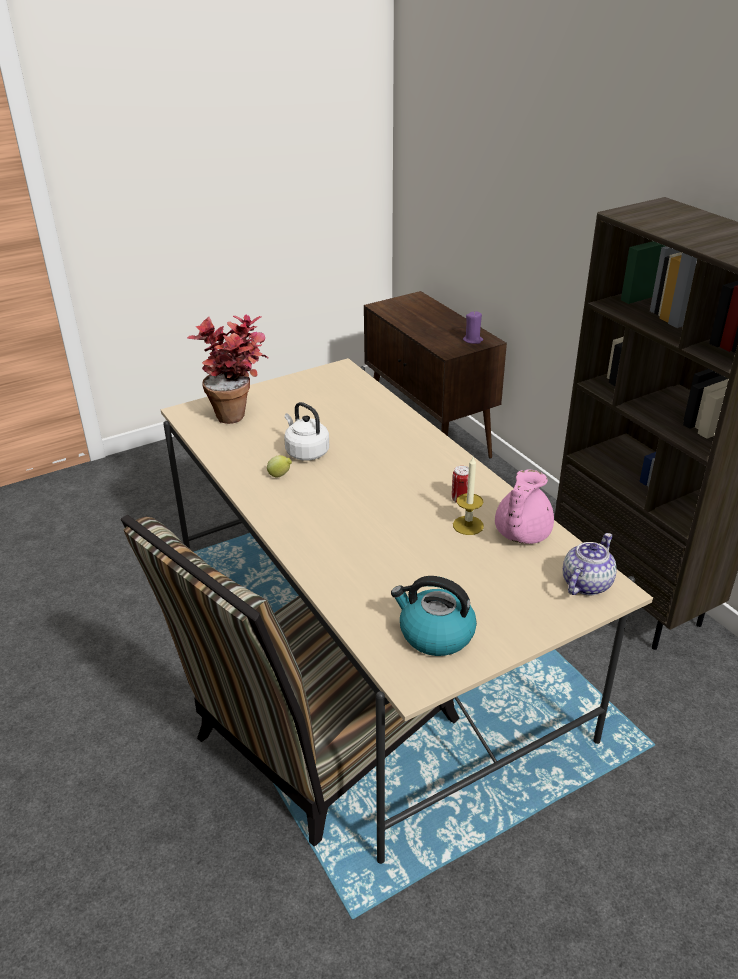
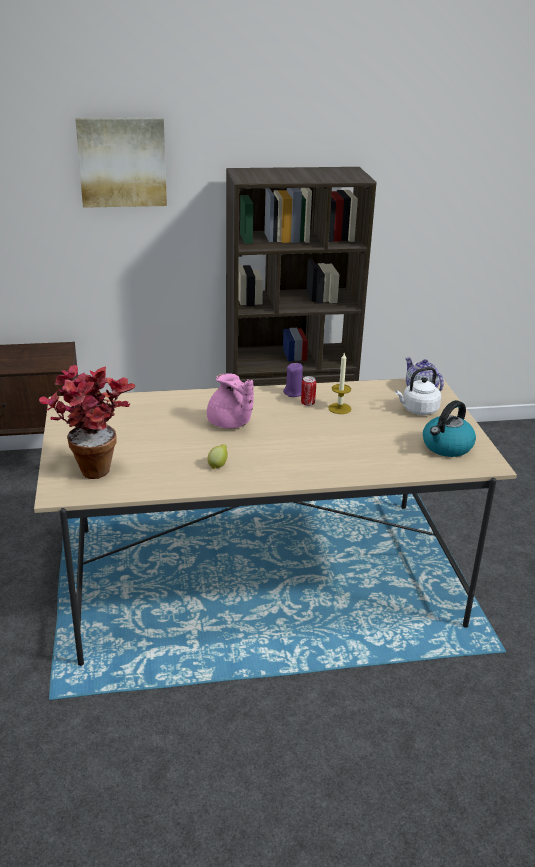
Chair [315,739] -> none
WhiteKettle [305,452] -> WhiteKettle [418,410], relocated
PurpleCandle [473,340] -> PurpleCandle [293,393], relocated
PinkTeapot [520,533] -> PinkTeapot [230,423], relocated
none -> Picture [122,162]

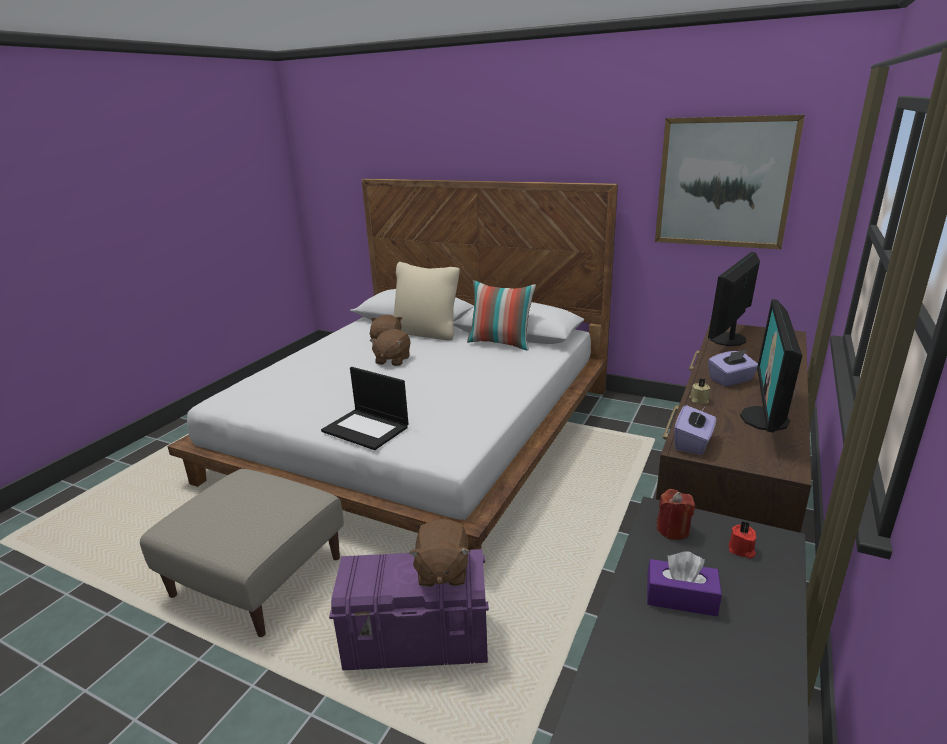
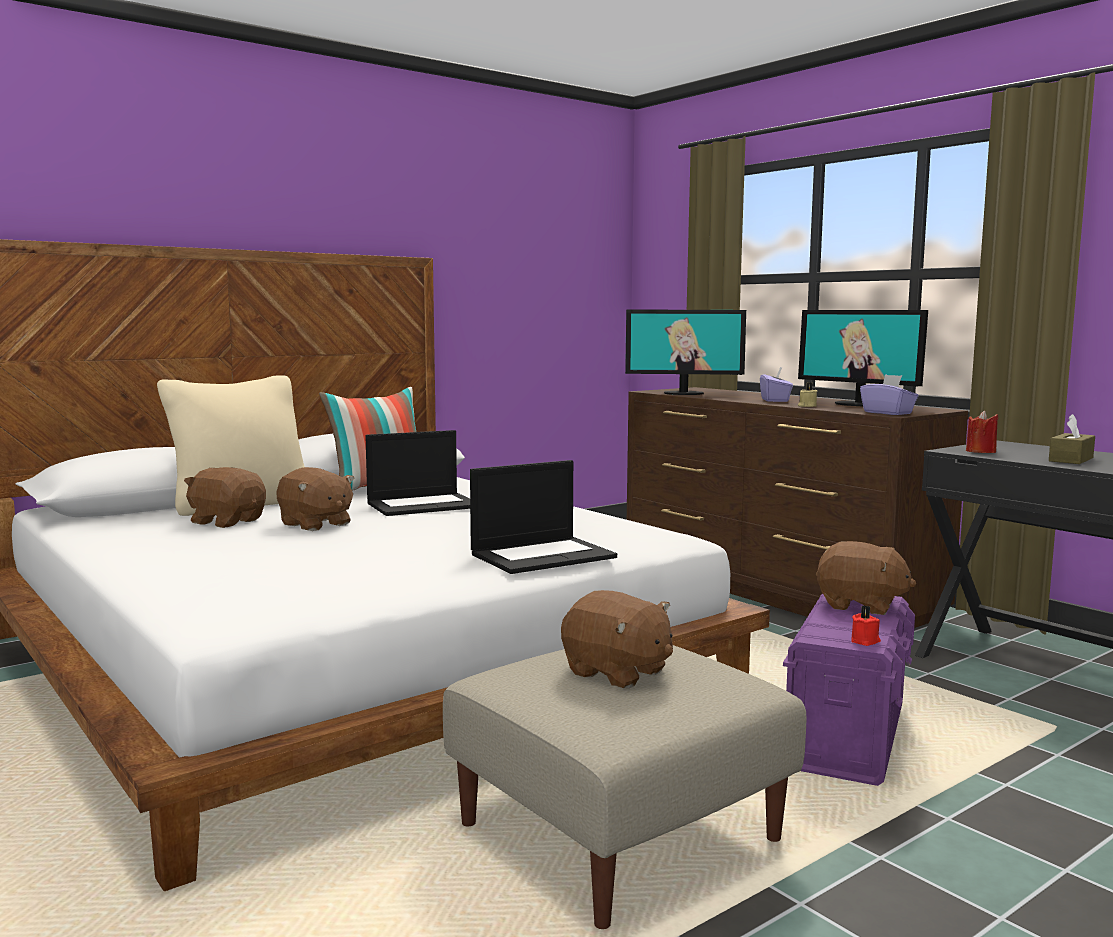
PurpleTissueBox [681,598] -> BrownTissueBox [1071,459]
Picture [724,183] -> none
Monitor [728,339] -> Monitor [683,393], 60 degrees counterclockwise
RedCandle [741,550] -> RedCandle [865,641], relocated
none -> Laptop [423,505]
none -> BrownPlushToy [617,673]

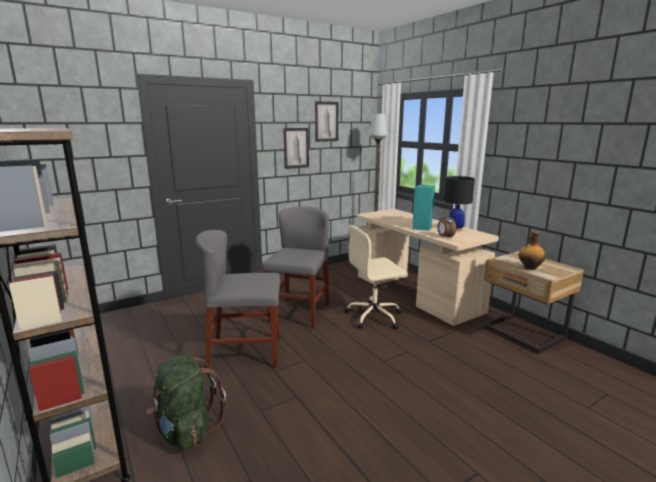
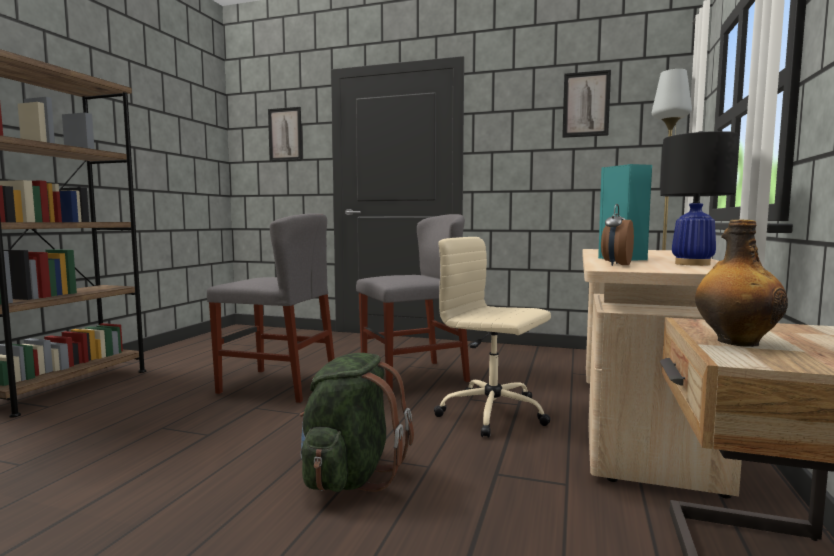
GreenBackpack [186,431] -> GreenBackpack [350,476], relocated
GreyChair [245,353] -> GreyChair [278,385], 150 degrees clockwise
Picture [296,148] -> Picture [285,134], relocated

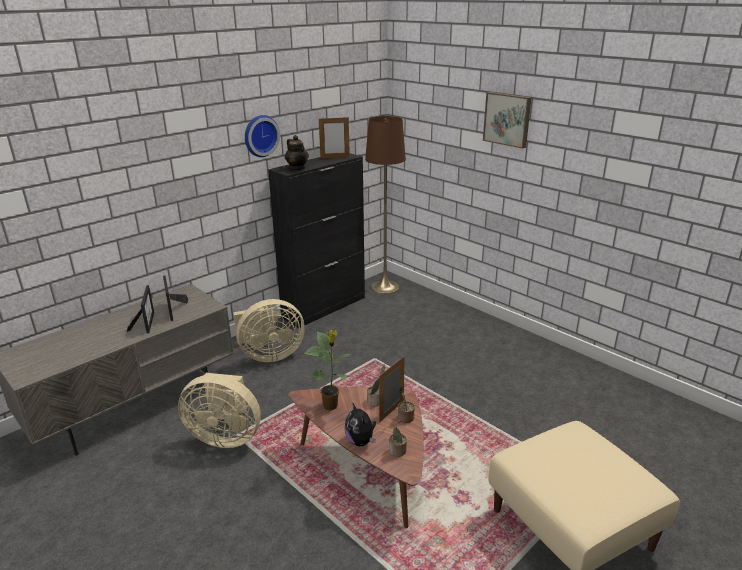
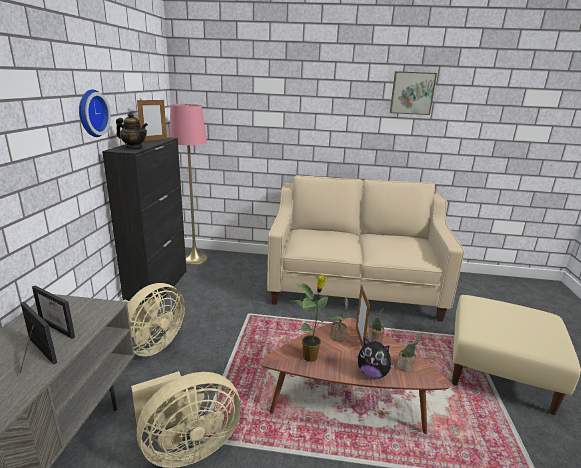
BrownFloorLamp [385,287] -> PinkFloorLamp [195,259]
Picture [507,119] -> Picture [412,93], relocated
none -> BeigeSofa [354,286]

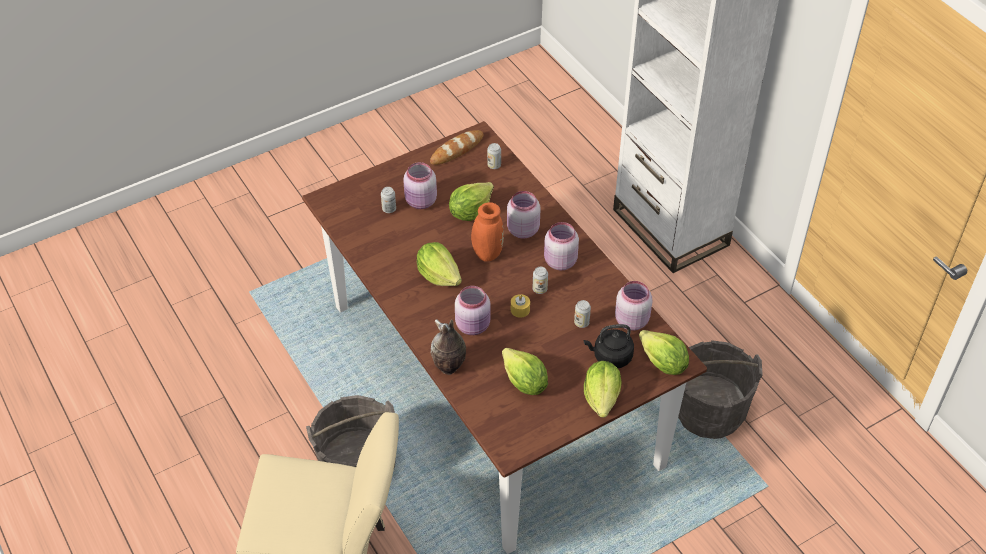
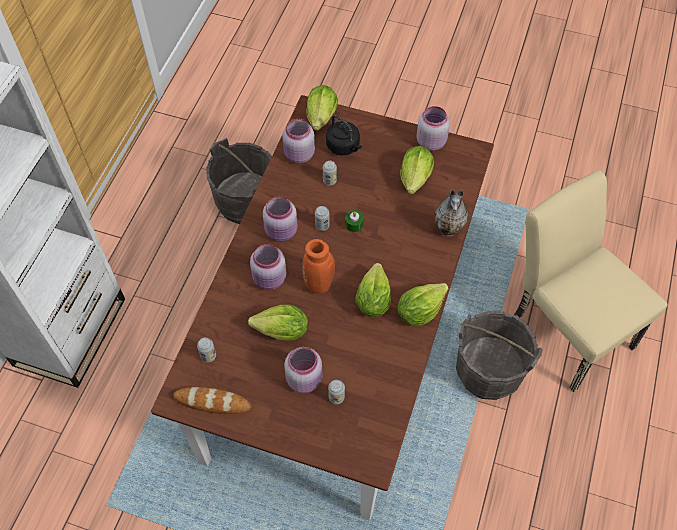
PinkJar [474,326] -> PinkJar [430,141], relocated
YellowCandle [520,310] -> GreenCandle [354,224]
Lettuce [602,398] -> Lettuce [419,311], relocated

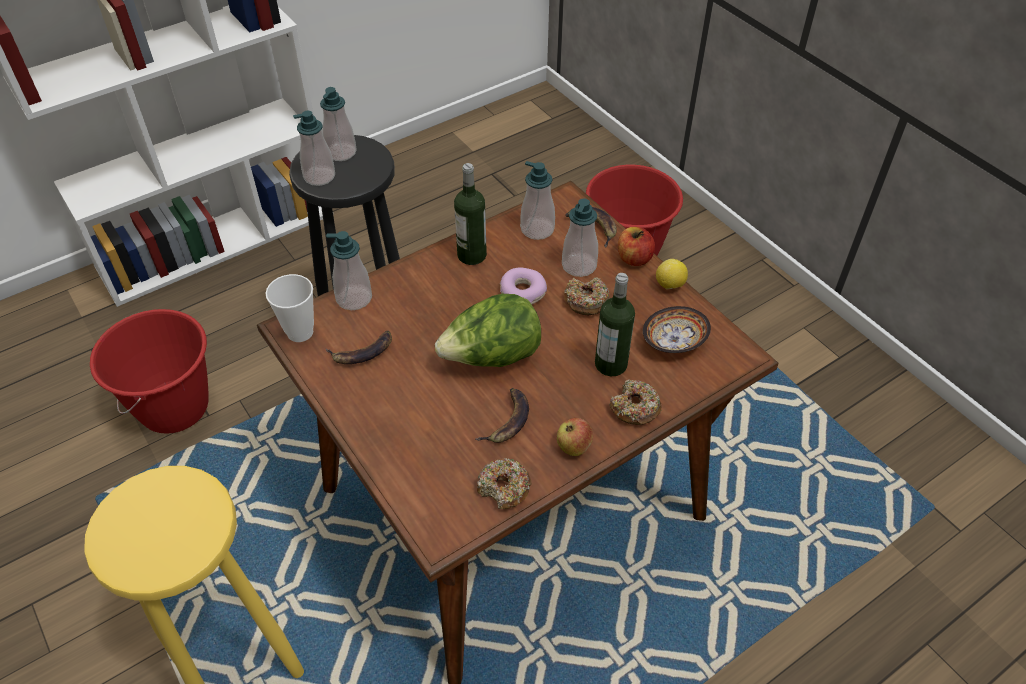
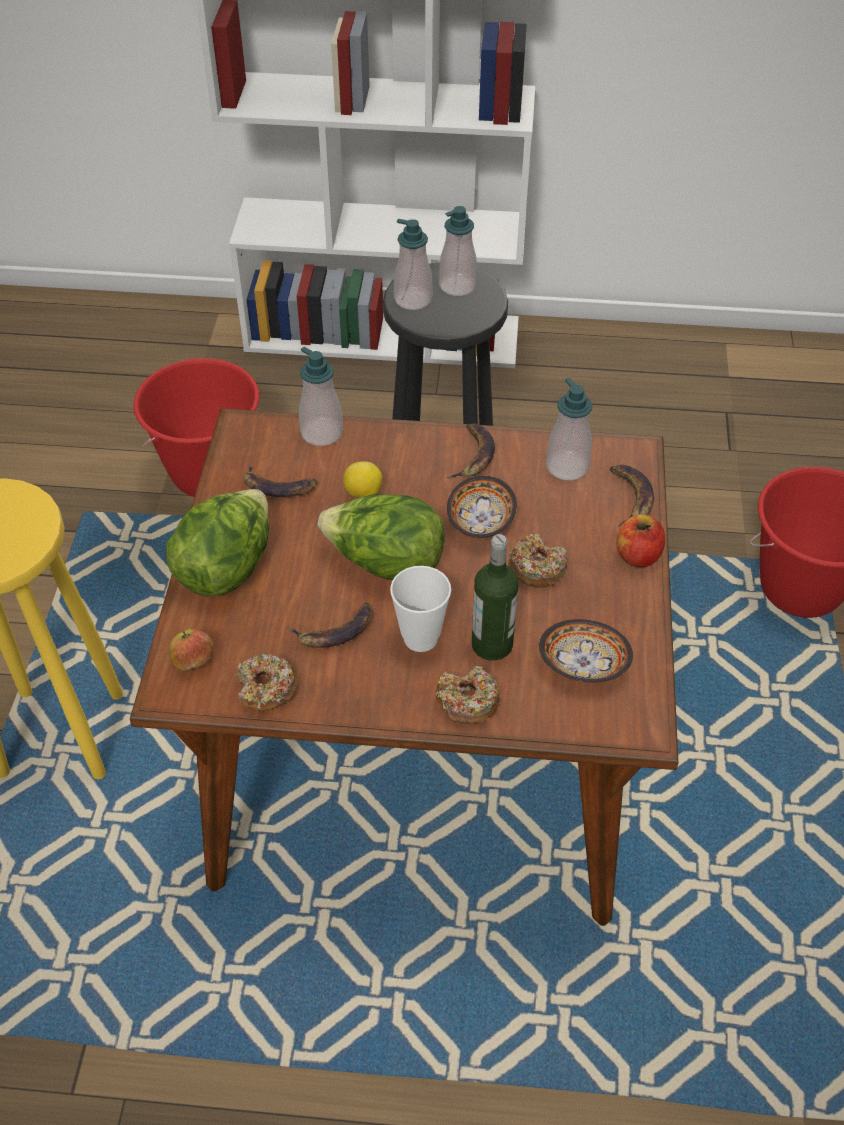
Cup [300,332] -> Cup [420,638], relocated
Bottle [472,255] -> Banana [473,455]
Donut [522,292] -> Bowl [482,520]
Apple [573,446] -> Apple [194,662], relocated
SoapDispenser [579,265] -> none
Lemon [669,285] -> Lemon [363,493], relocated
none -> Lettuce [226,567]

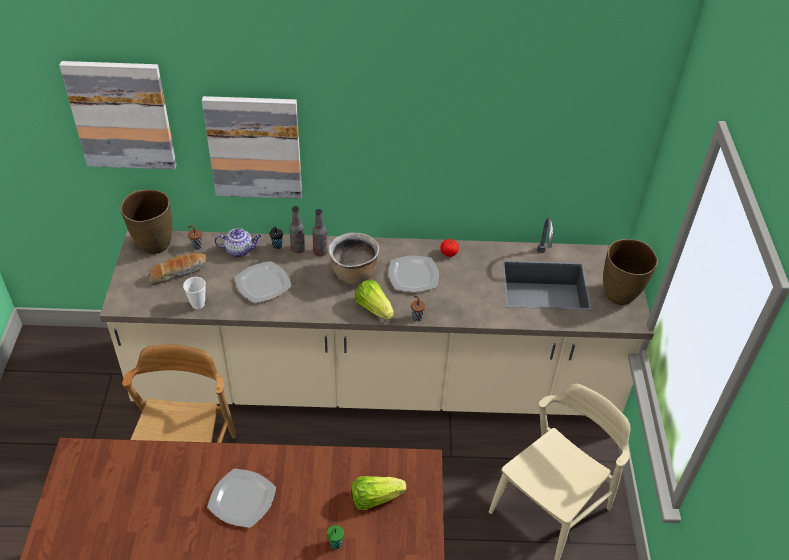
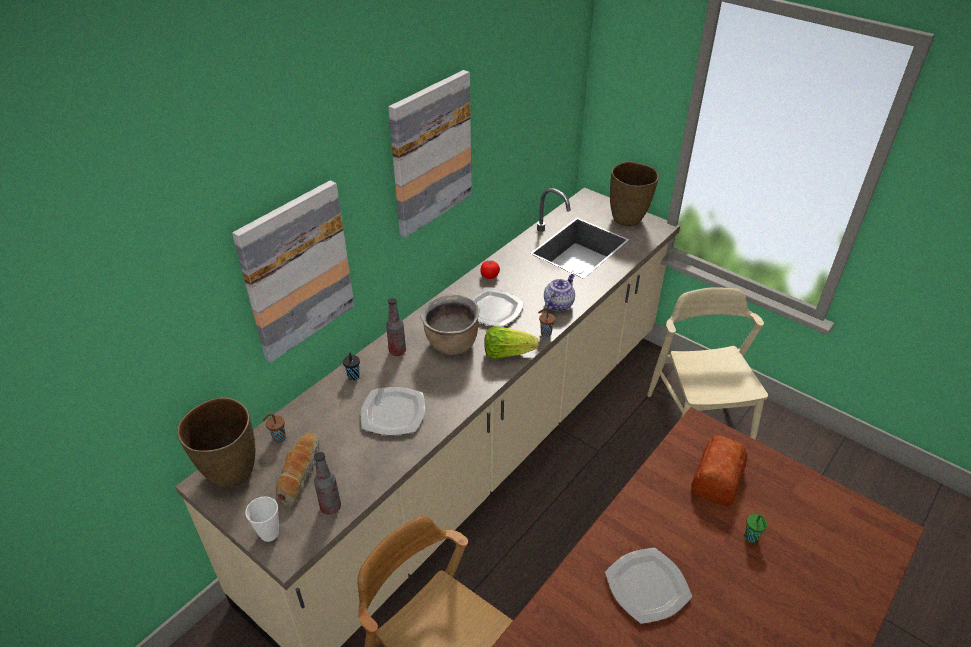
Picture [121,115] -> Picture [430,153], relocated
Cup [198,304] -> Cup [269,534], relocated
Teapot [240,250] -> Teapot [558,304], relocated
Bottle [298,249] -> Bottle [330,507], relocated
Lettuce [375,498] -> Bread [715,479]

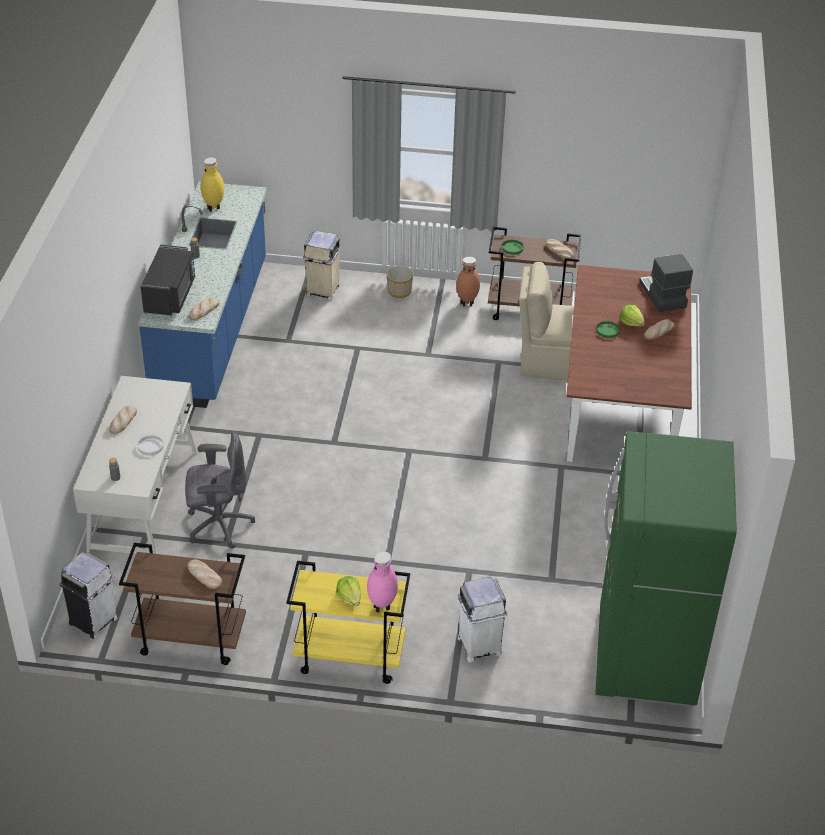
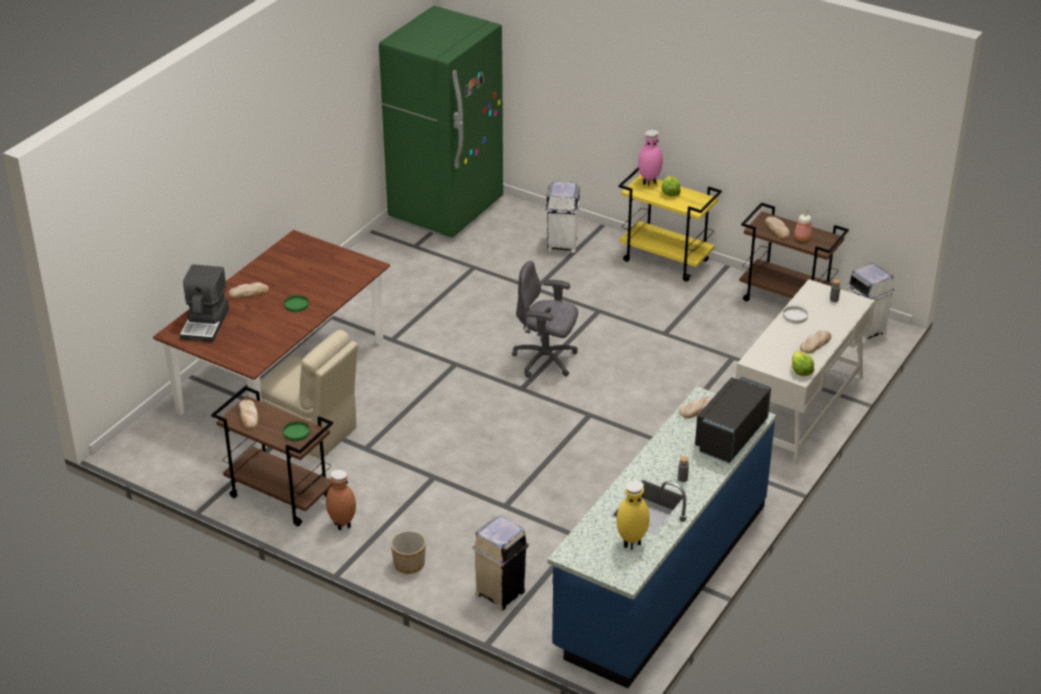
GreyOfficeChair [218,525] -> GreyOfficeChair [546,360], relocated
Lettuce [631,322] -> Lettuce [800,370], relocated
none -> Bottle [802,238]

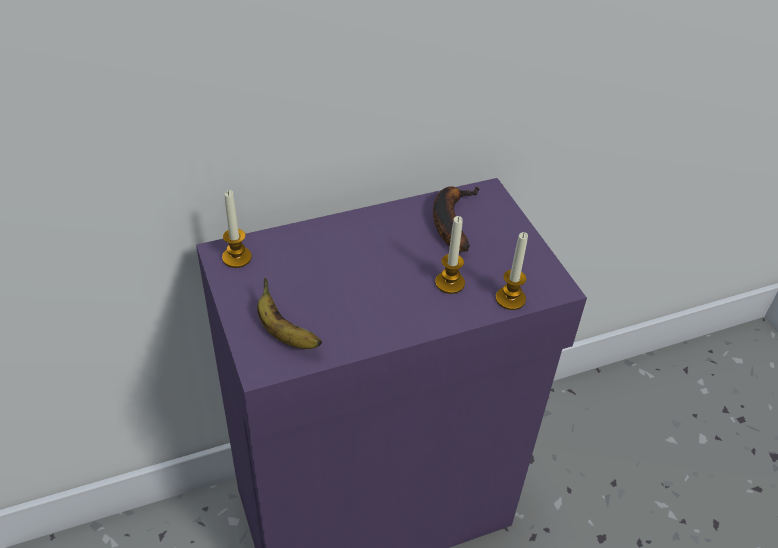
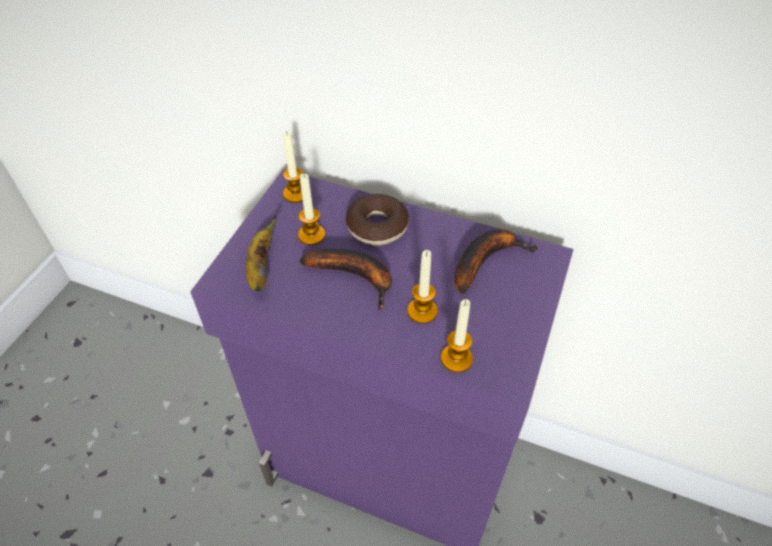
none -> Candle [311,235]
none -> Banana [356,276]
none -> Donut [377,227]

